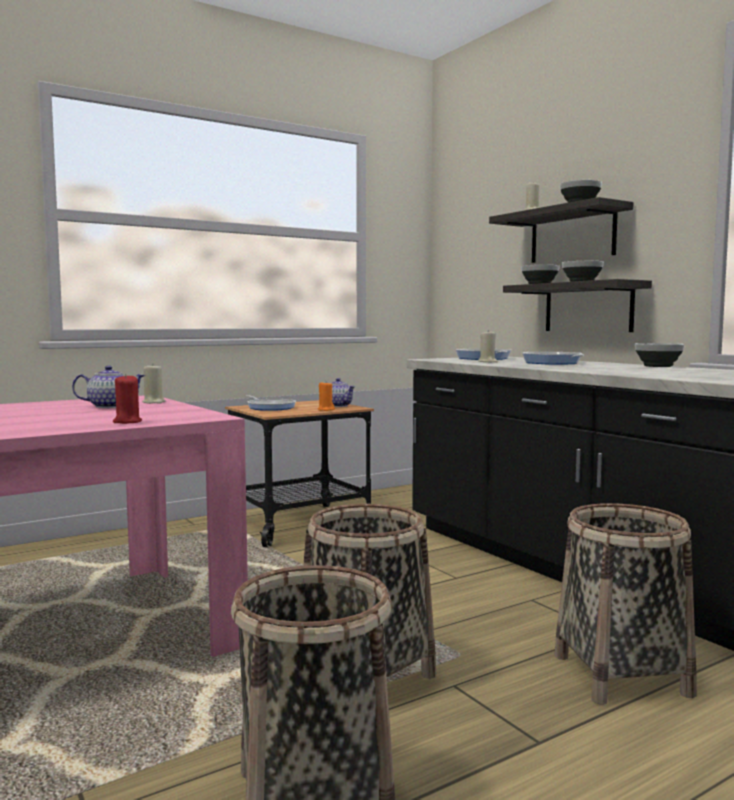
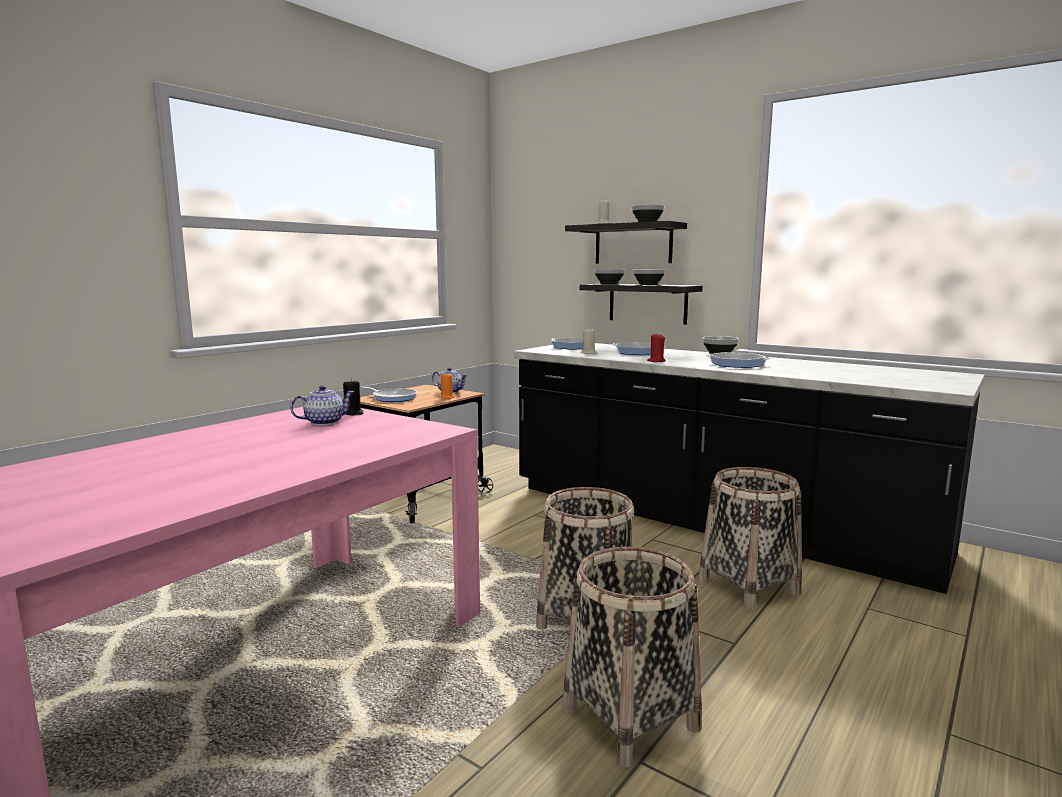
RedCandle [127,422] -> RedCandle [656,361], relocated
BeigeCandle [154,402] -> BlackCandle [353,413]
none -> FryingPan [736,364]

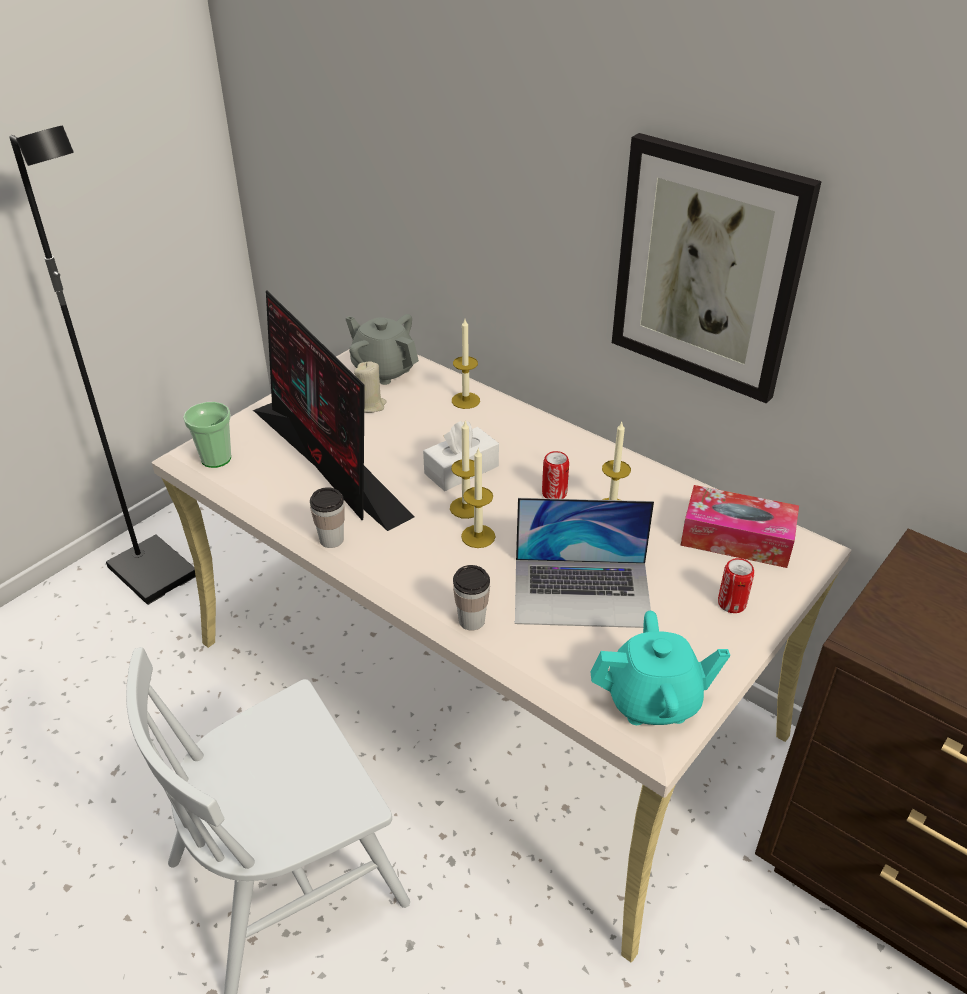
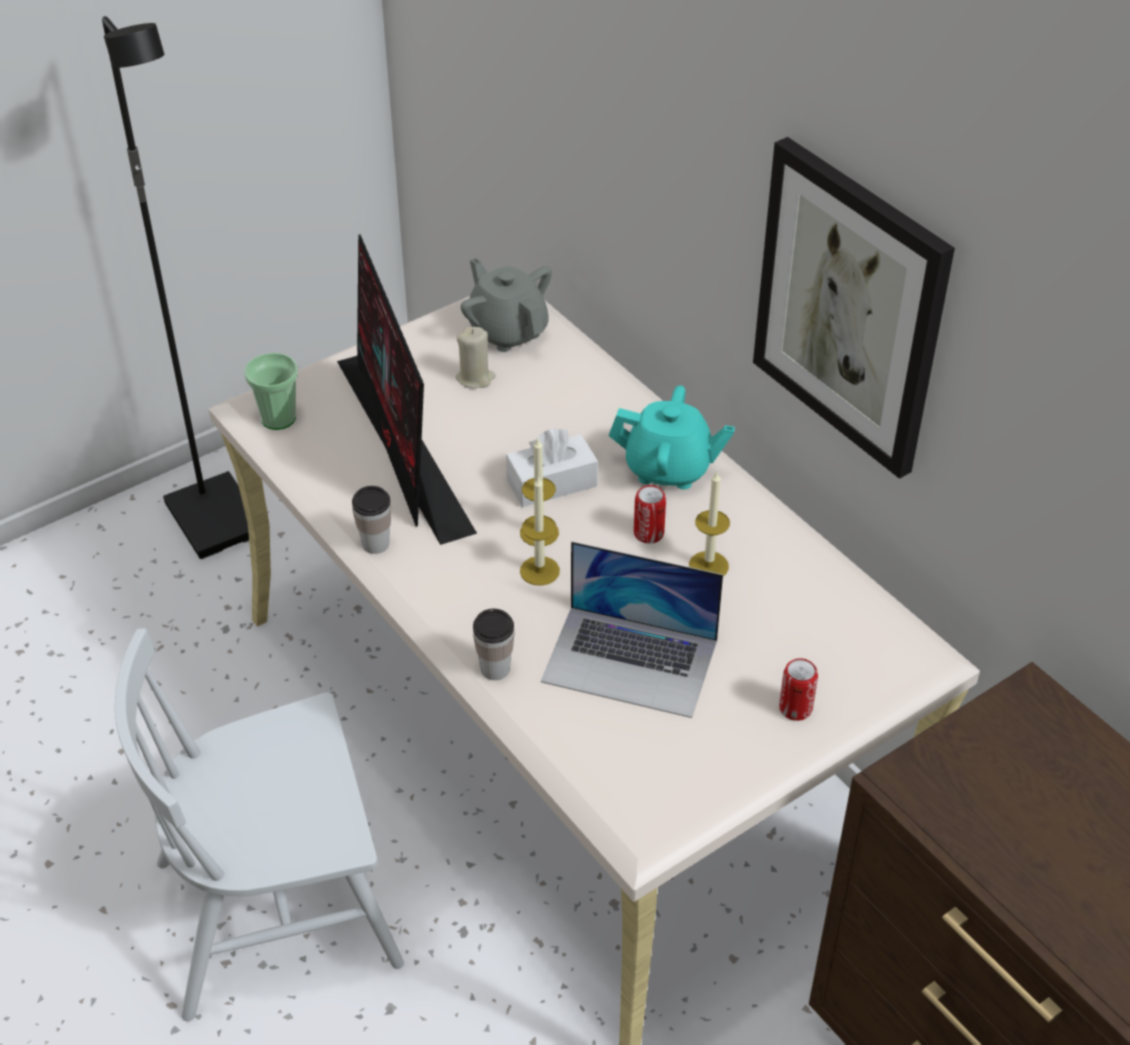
Candle [465,400] -> none
TurquoiseTeapot [653,701] -> TurquoiseTeapot [668,469], relocated
TissueBox [736,538] -> none

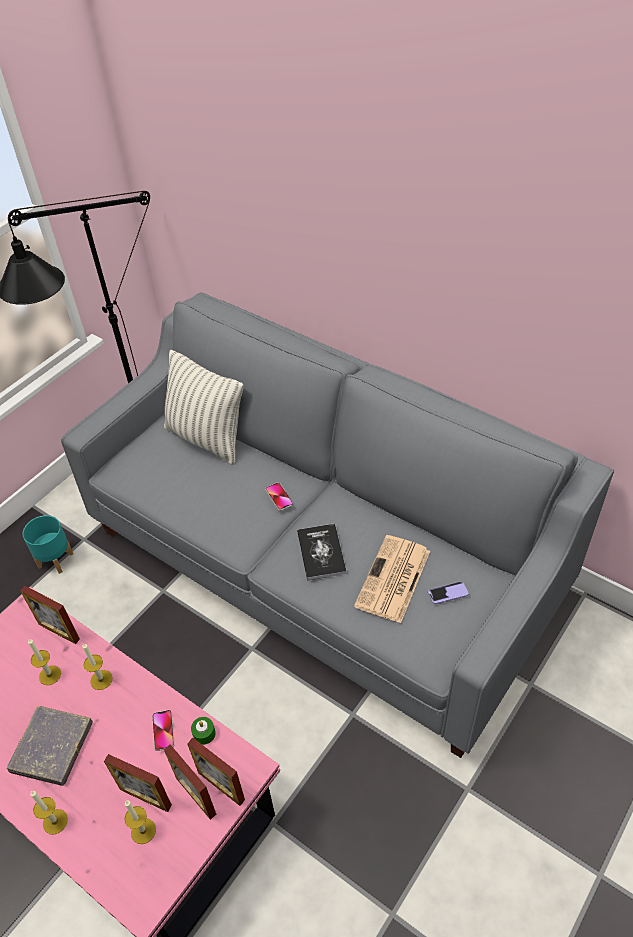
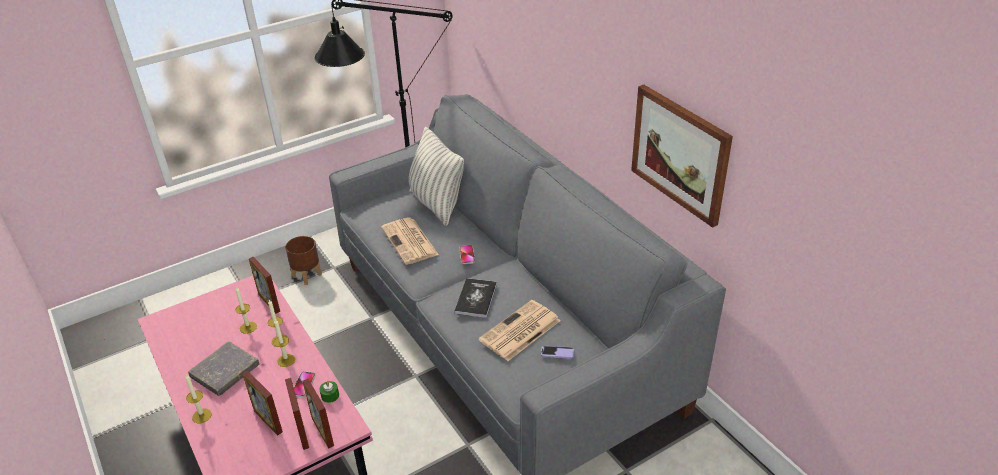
TurquoisePlanter [56,560] -> BrownPlanter [307,276]
Candle [143,831] -> Candle [286,360], relocated
none -> Newspaper [410,242]
none -> Picture [680,153]

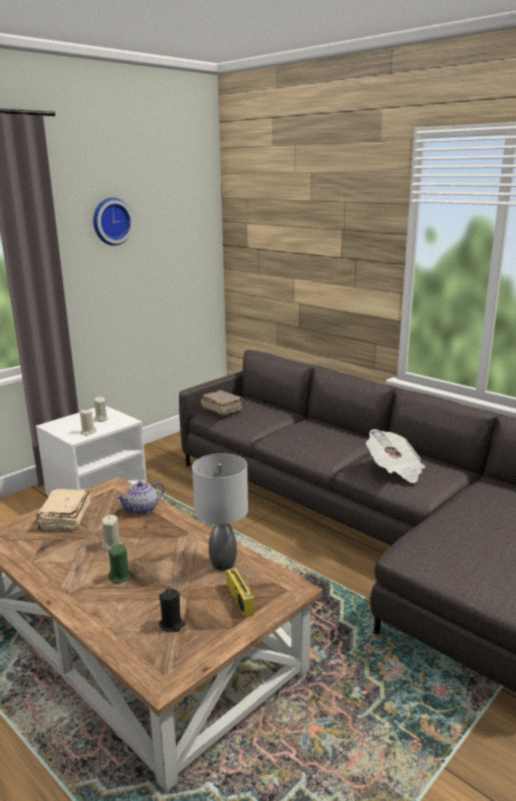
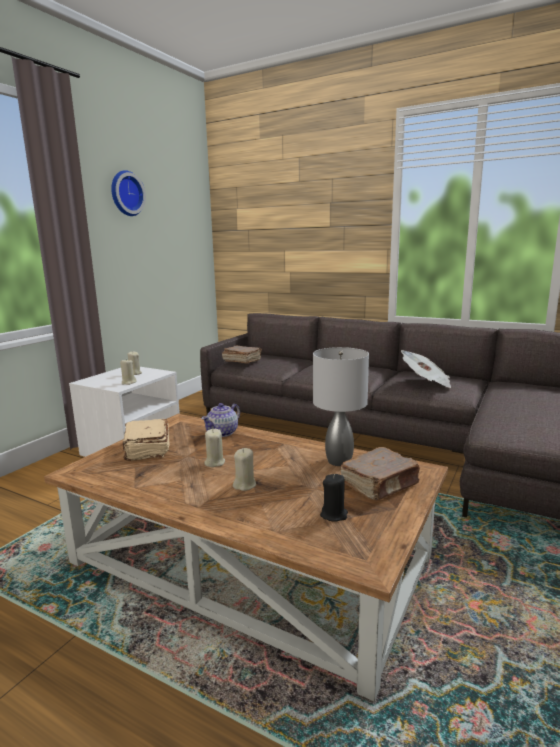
GreenCandle [120,577] -> BeigeCandle [244,485]
Radio [238,599] -> BrownBook [380,485]

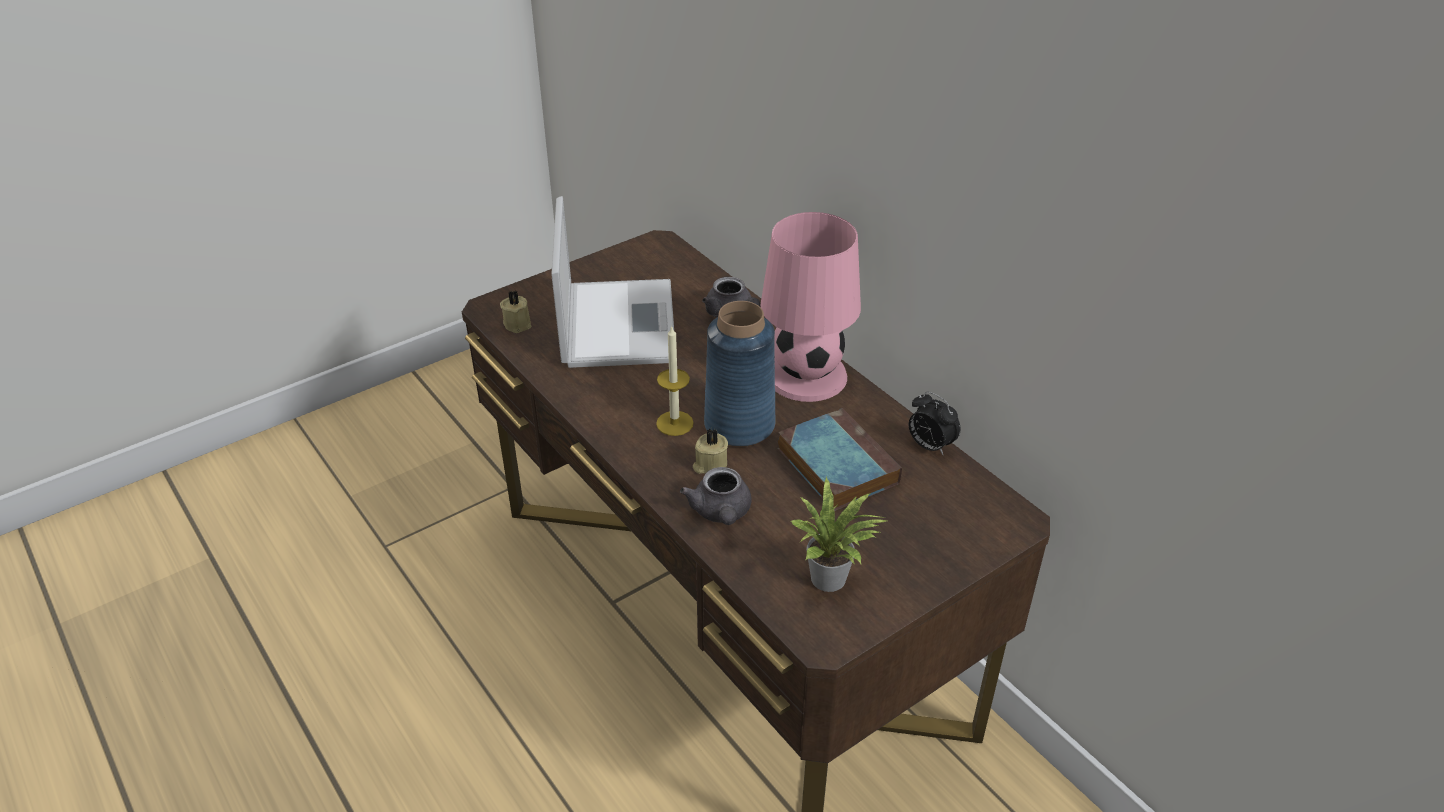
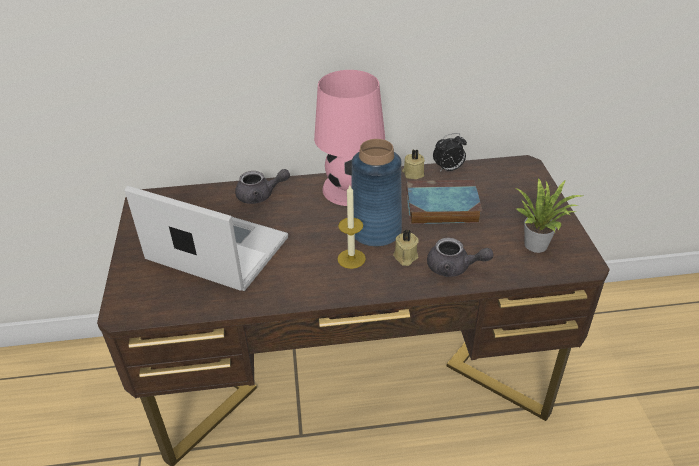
BeigeCandle [518,323] -> BeigeCandle [413,173], relocated

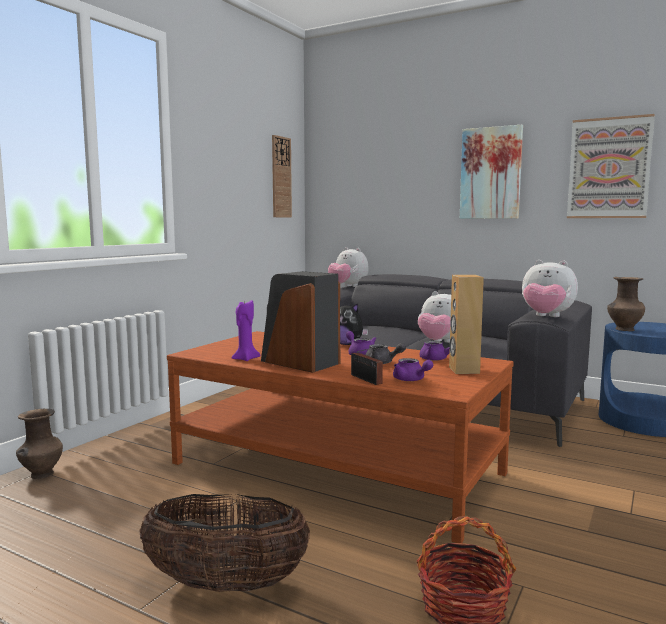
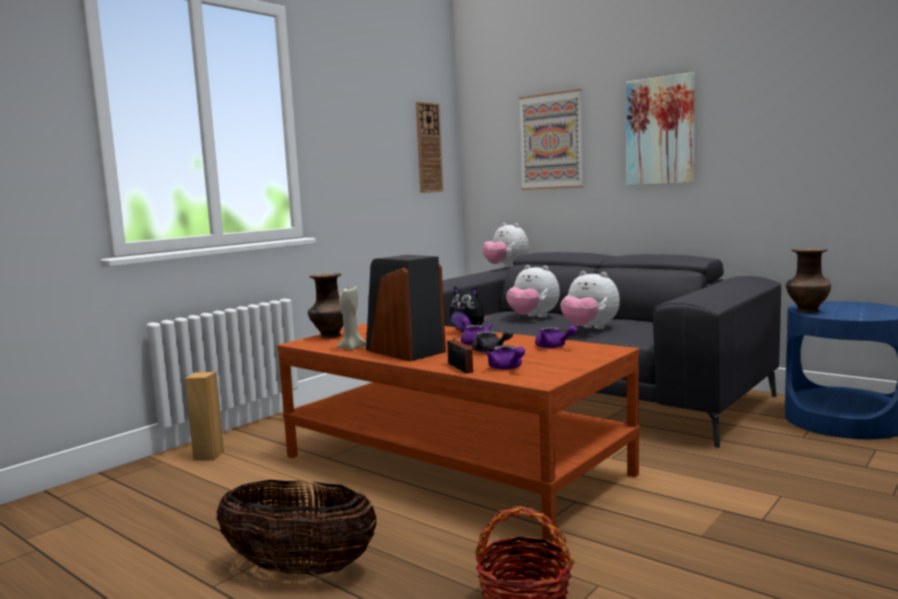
BrownVase [41,475] -> BrownVase [330,336], relocated
PurpleCandle [245,359] -> BeigeCandle [351,348]
BrownSpeaker [463,370] -> BrownSpeaker [208,456], relocated
PlushToy [546,317] -> PlushToy [533,317], relocated
Picture [609,168] -> Picture [551,141], relocated

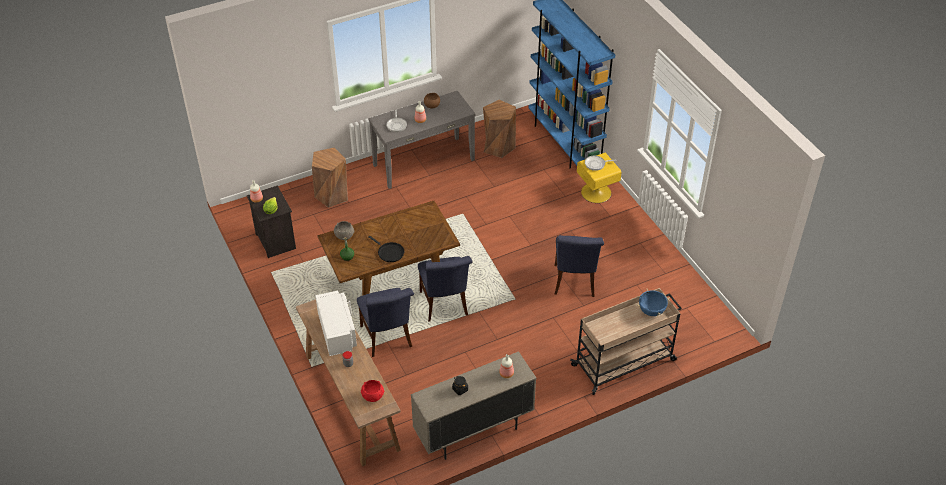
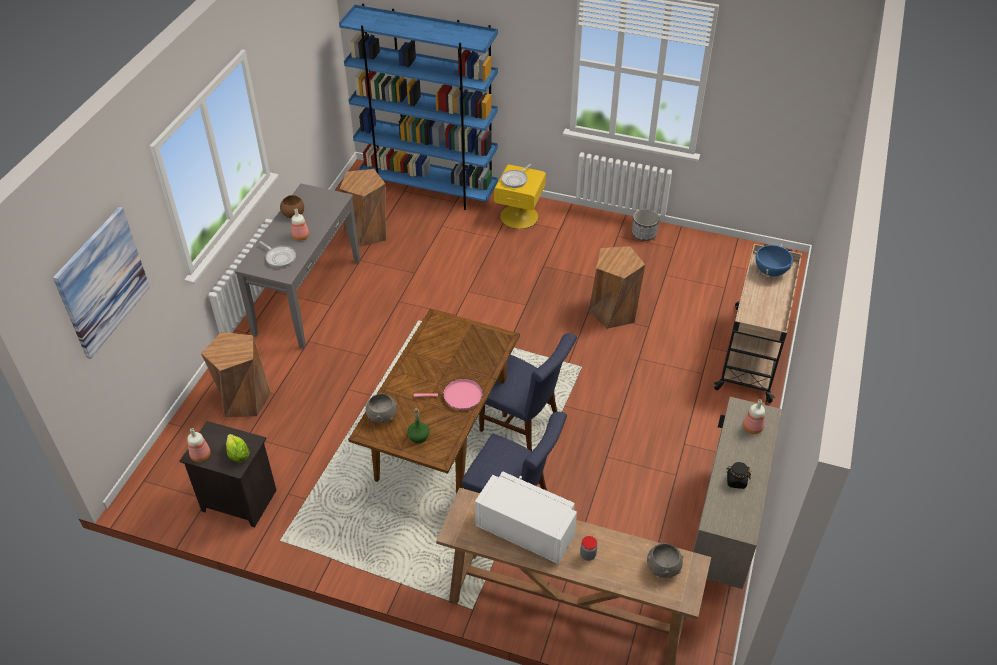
RedBowl [373,395] -> GreyBowl [663,567]
BlackFryingPan [389,252] -> PinkFryingPan [459,397]
BlueChair [574,283] -> BrownStool [613,312]
none -> Picture [102,282]
none -> Planter [644,234]

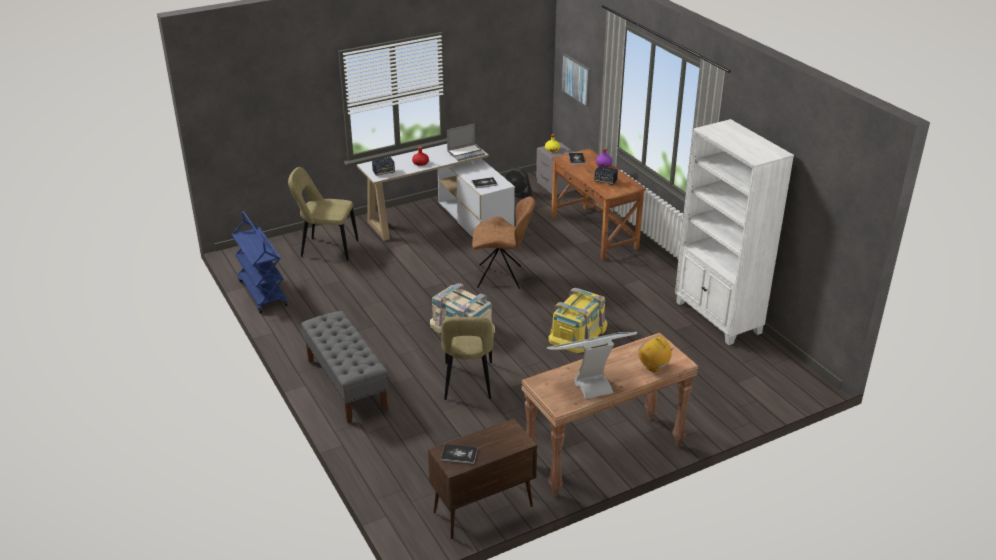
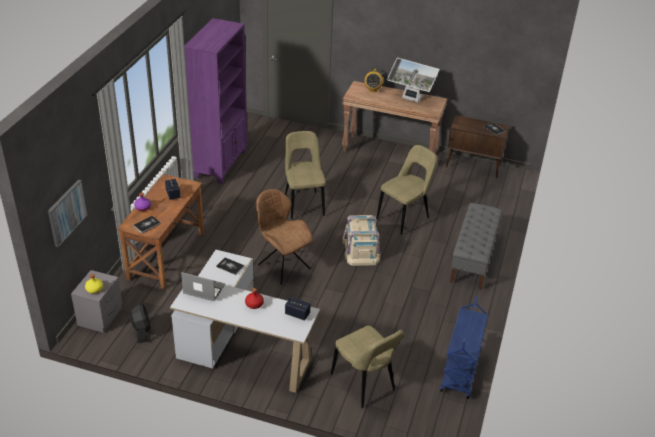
YellowStorageBox [578,333] -> BeigeChair [303,203]
WhiteBookcase [717,318] -> PurpleBookcase [221,164]

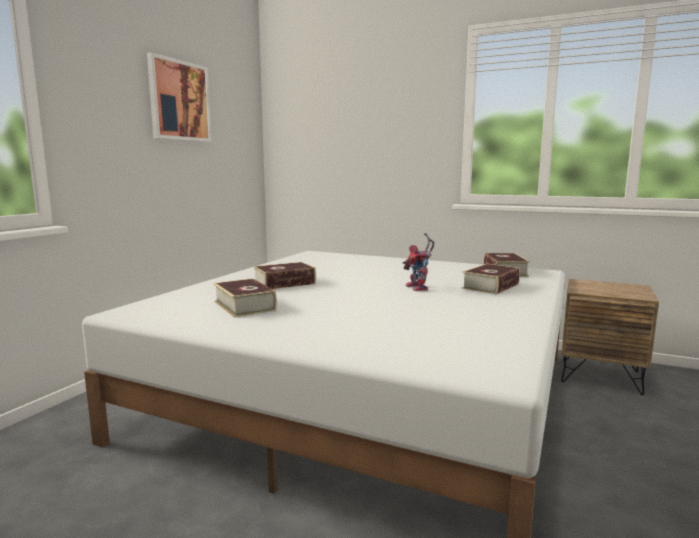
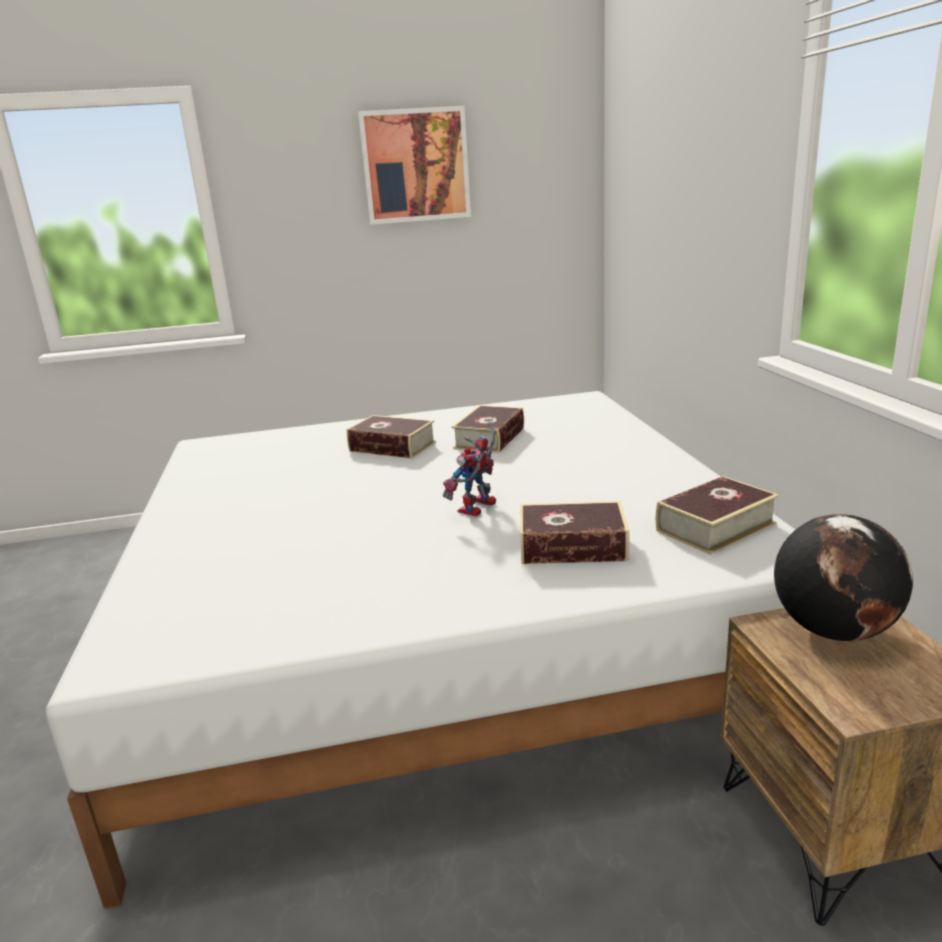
Book [244,306] -> Book [489,438], relocated
none -> Globe [833,630]

